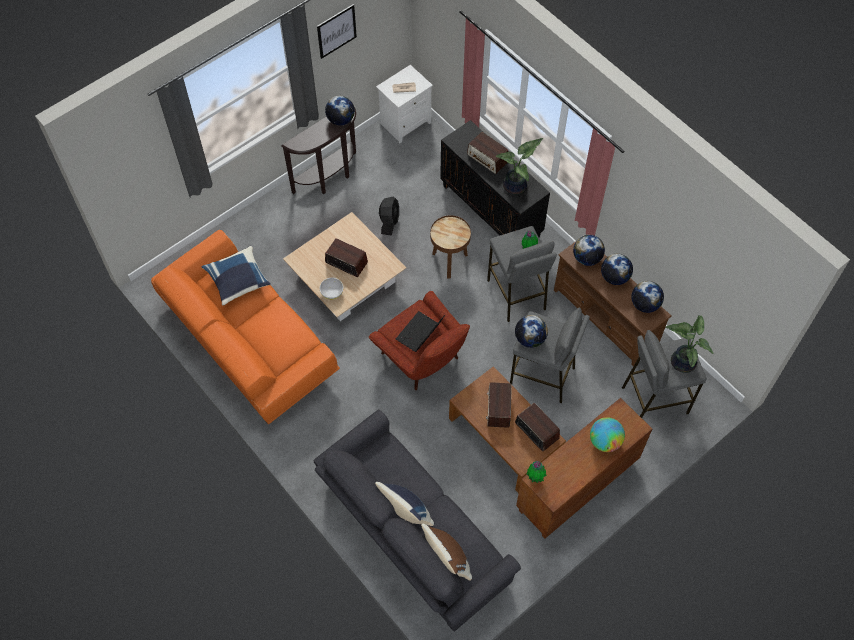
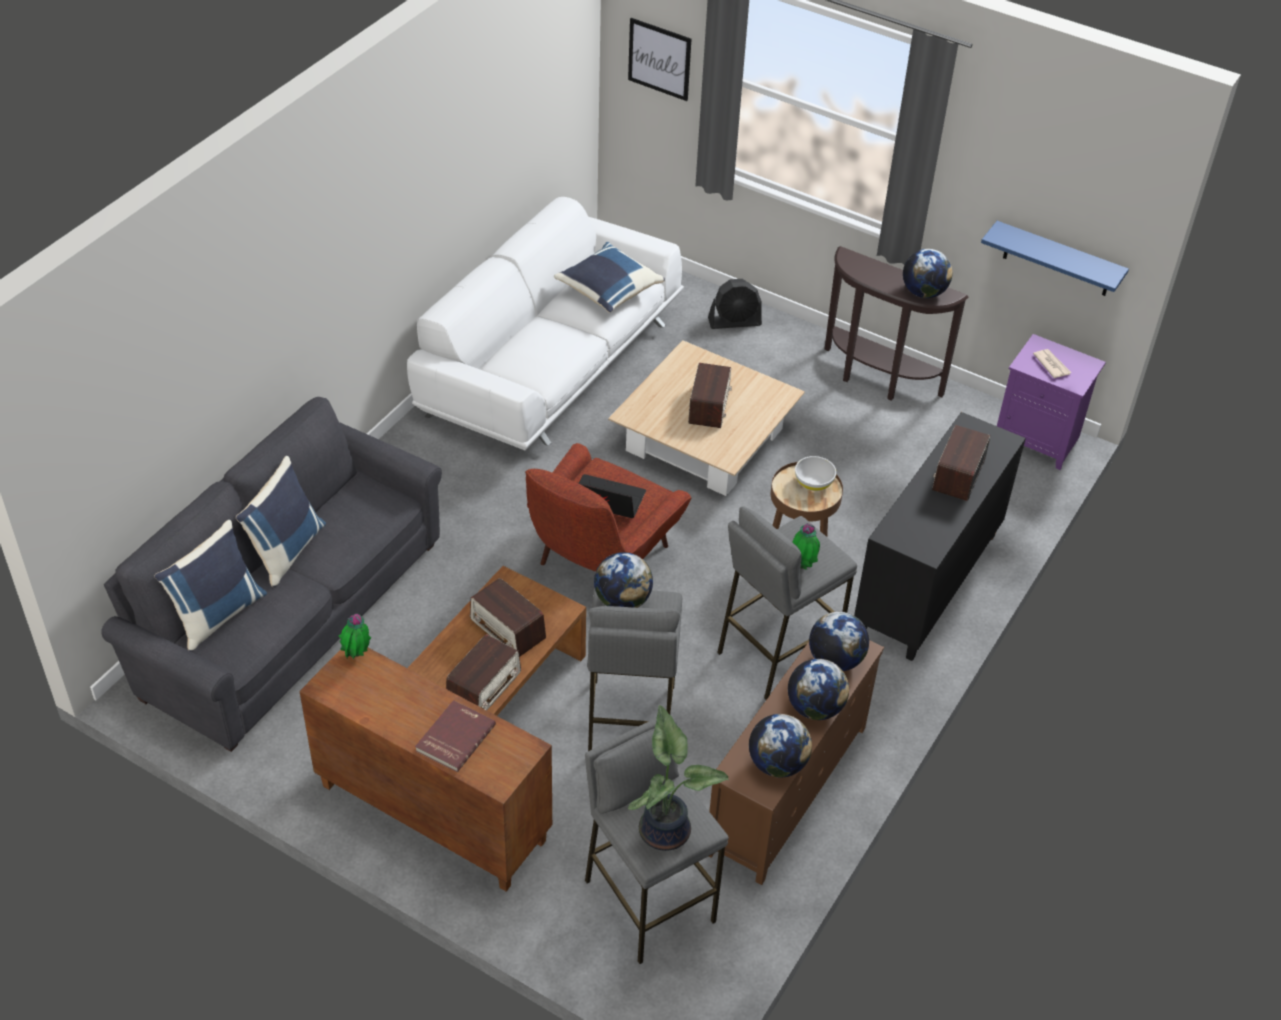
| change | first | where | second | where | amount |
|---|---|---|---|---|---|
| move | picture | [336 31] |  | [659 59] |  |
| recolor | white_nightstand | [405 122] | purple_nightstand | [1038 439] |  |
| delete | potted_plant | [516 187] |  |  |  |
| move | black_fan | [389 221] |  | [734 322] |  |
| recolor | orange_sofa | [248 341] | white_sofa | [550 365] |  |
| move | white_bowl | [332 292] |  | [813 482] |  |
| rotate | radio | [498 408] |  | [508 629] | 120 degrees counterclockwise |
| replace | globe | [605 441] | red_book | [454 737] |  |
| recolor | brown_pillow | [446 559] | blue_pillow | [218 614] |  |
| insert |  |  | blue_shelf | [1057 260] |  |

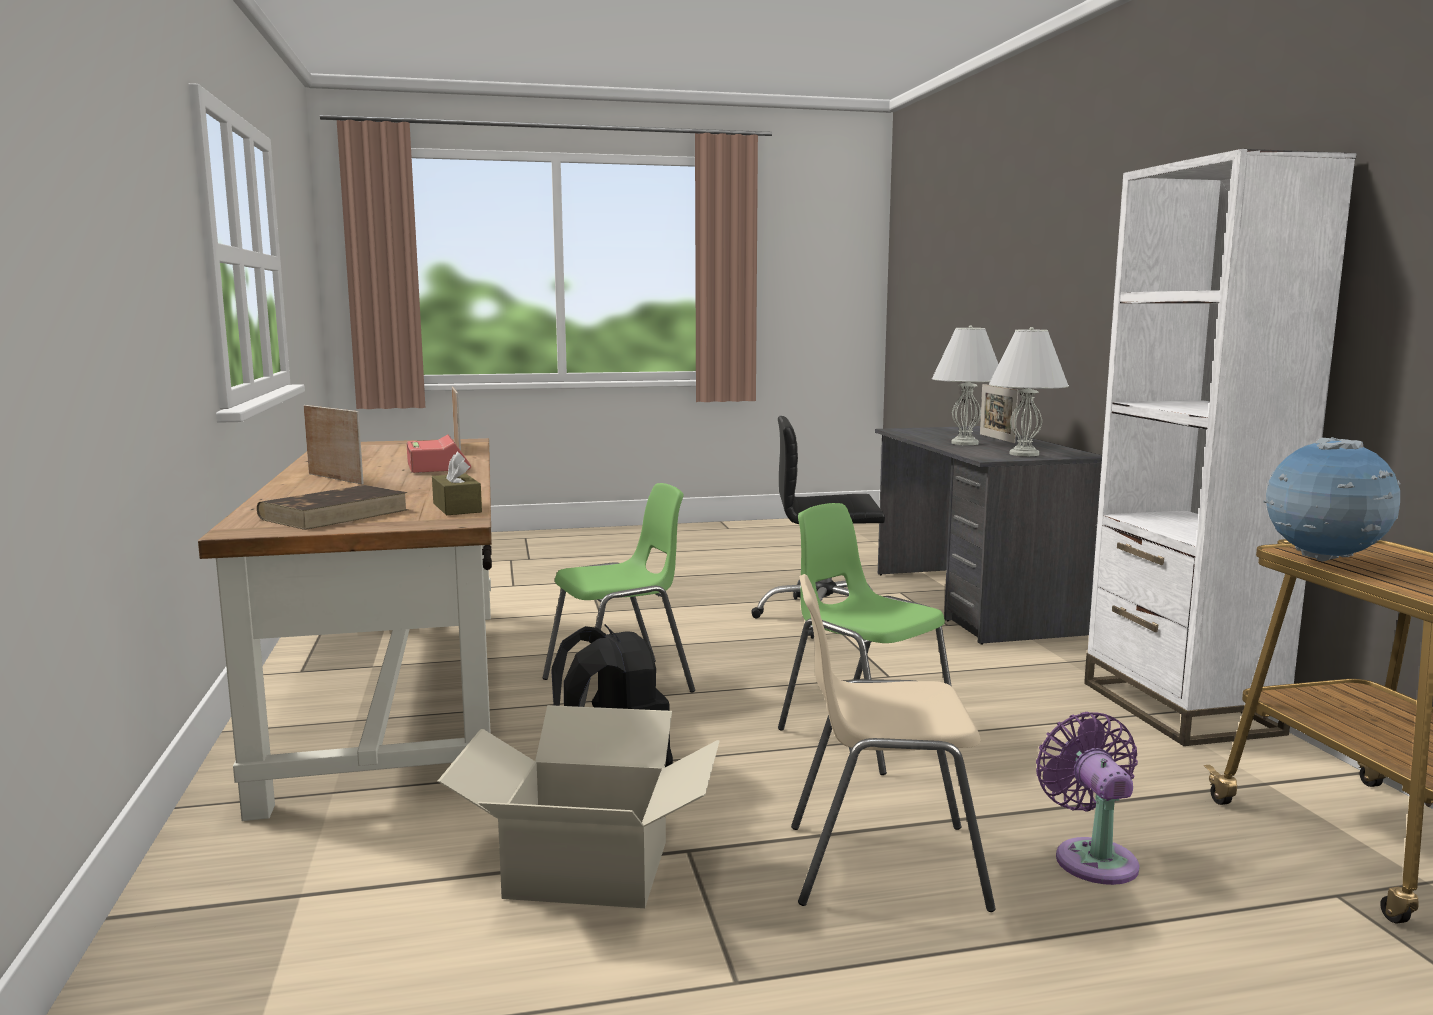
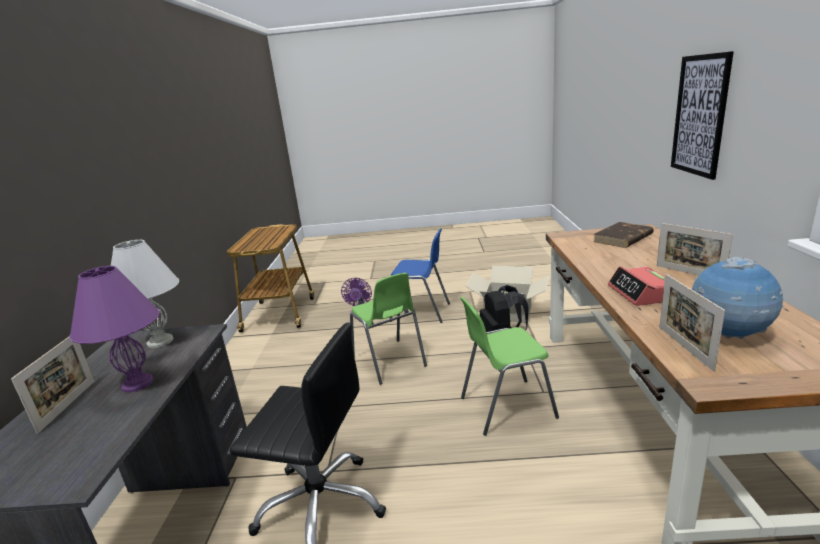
| change | first | where | second | where | amount |
|---|---|---|---|---|---|
| delete | white_bookcase | [1179 708] |  |  |  |
| recolor | white_table_lamp | [964 443] | purple_table_lamp | [137 384] |  |
| move | globe | [1323 561] |  | [728 335] |  |
| delete | brown_tissue_box | [457 508] |  |  |  |
| recolor | beige_chair | [882 864] | blue_chair | [421 312] |  |
| insert |  |  | picture | [700 115] |  |

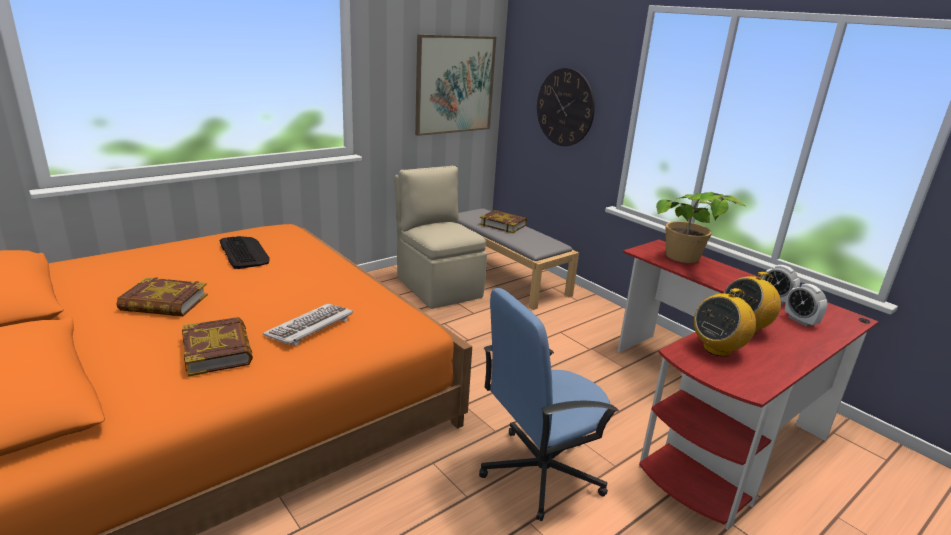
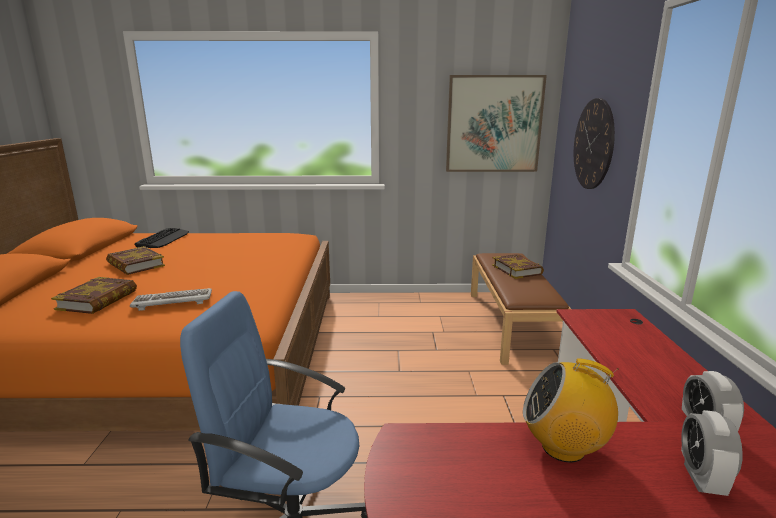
| change | first | where | second | where | amount |
|---|---|---|---|---|---|
| delete | beige_chair | [438 286] |  |  |  |
| delete | potted_plant | [687 263] |  |  |  |
| recolor | grey_bench | [504 275] | brown_bench | [512 324] |  |
| move | keyboard | [244 252] |  | [163 239] |  |
| delete | radio | [717 349] |  |  |  |

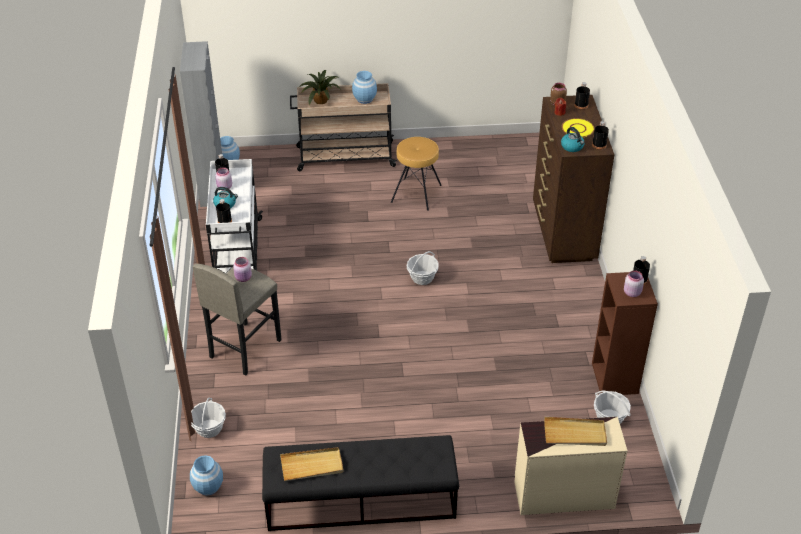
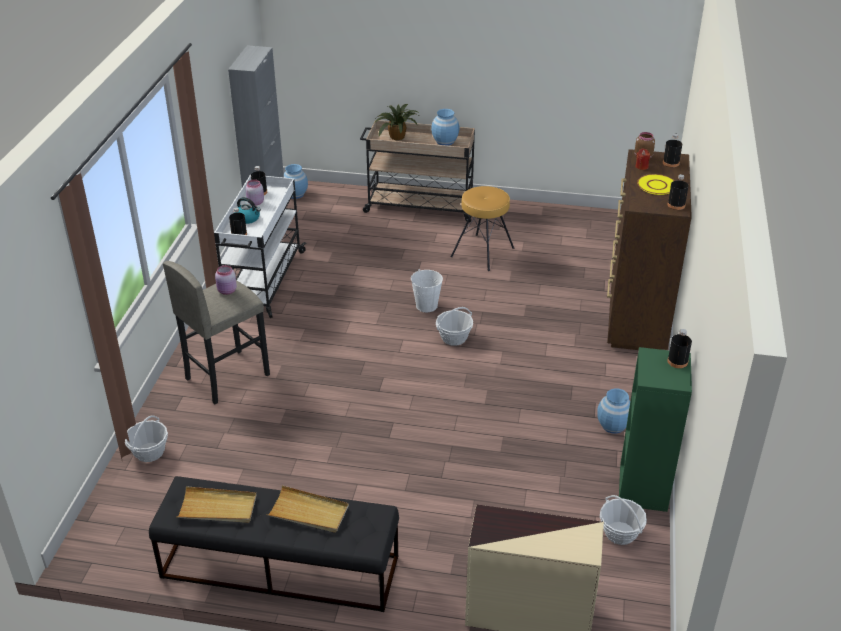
| change | first | where | second | where | amount |
|---|---|---|---|---|---|
| delete | kettle | [572 147] |  |  |  |
| delete | pink_jar | [632 292] |  |  |  |
| recolor | brown_bookcase | [615 378] | green_bookcase | [643 488] |  |
| move | beige_tray | [575 434] |  | [308 512] |  |
| move | blue_vase | [208 487] |  | [613 426] |  |
| insert |  |  | white_bucket | [426 305] |  |

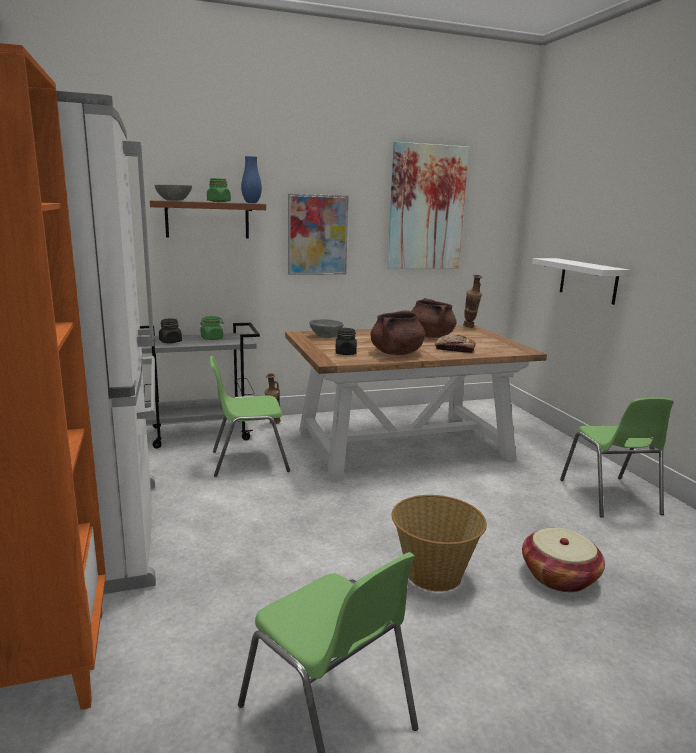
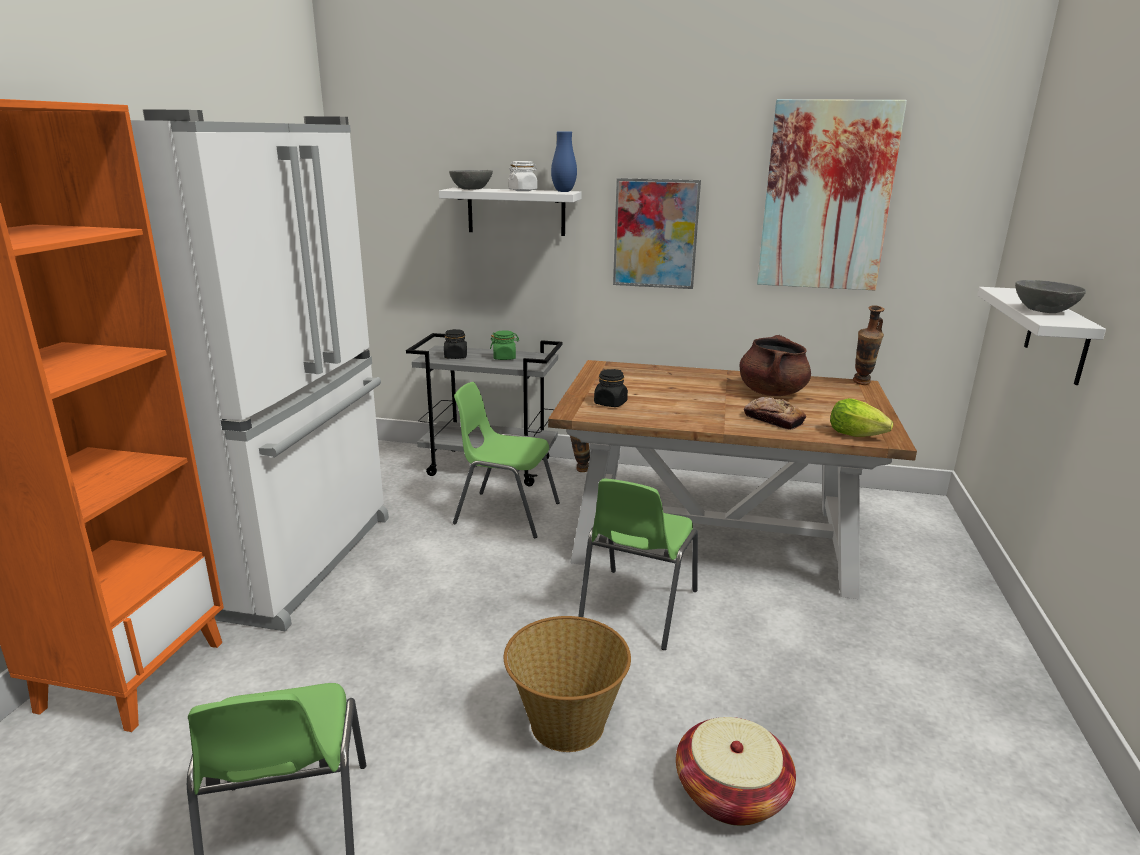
| change | first | where | second | where | amount |
|---|---|---|---|---|---|
| recolor | green_jar | [219 202] | white_jar | [523 190] |  |
| recolor | brown_shelf | [207 220] | white_shelf | [516 211] |  |
| delete | brown_cooking_pot | [396 353] |  |  |  |
| move | grey_bowl | [326 336] |  | [1044 310] |  |
| move | green_chair | [610 497] |  | [636 609] |  |
| insert |  |  | lettuce | [855 435] |  |

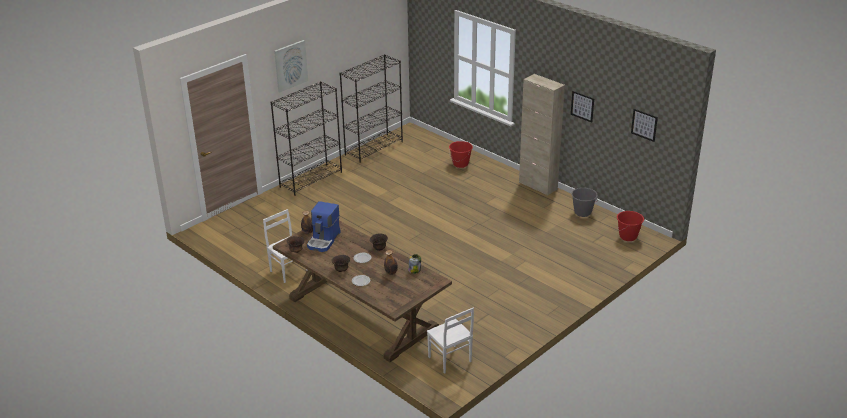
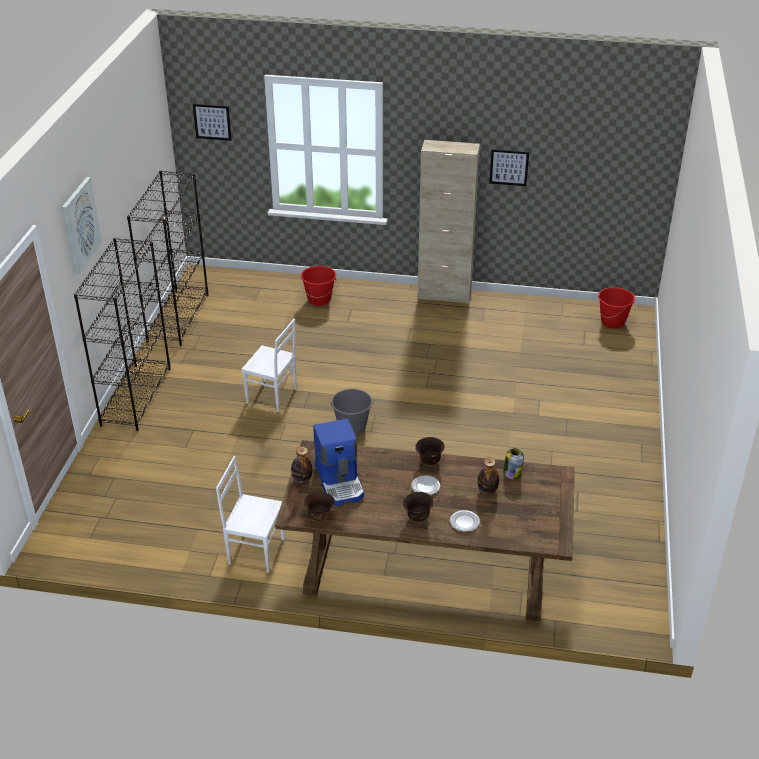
| change | first | where | second | where | amount |
|---|---|---|---|---|---|
| move | picture | [644 125] |  | [212 122] |  |
| move | grey_bucket | [582 212] |  | [352 428] |  |
| move | white_chair | [449 360] |  | [272 396] |  |

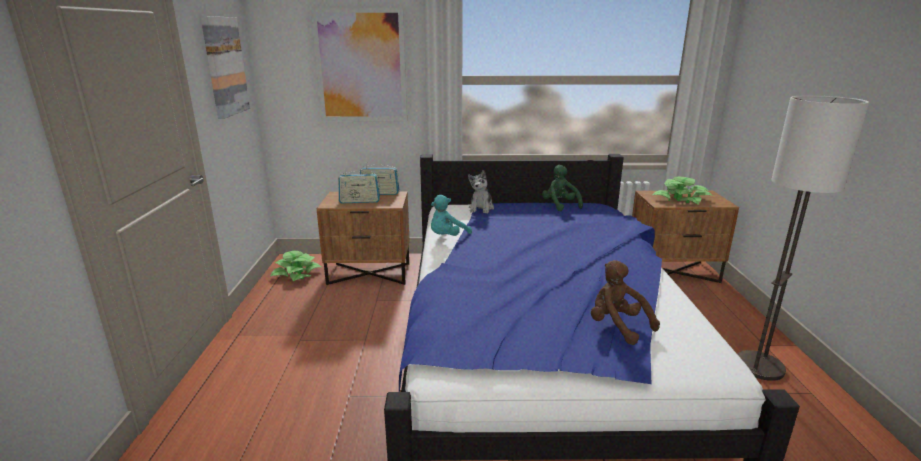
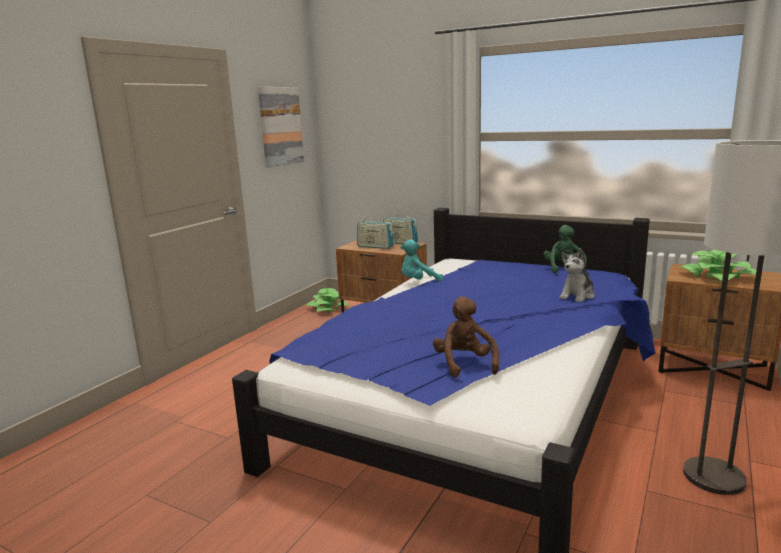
| change | first | where | second | where | amount |
|---|---|---|---|---|---|
| delete | picture | [361 66] |  |  |  |
| move | plush_toy | [481 208] |  | [577 296] |  |

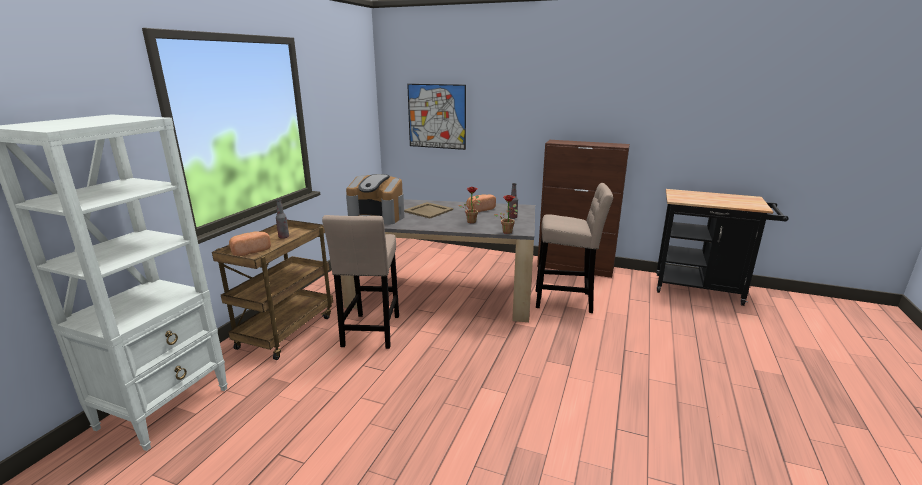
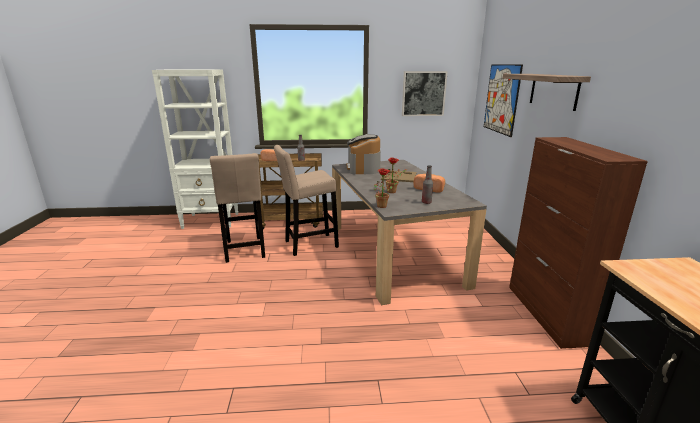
| change | first | where | second | where | amount |
|---|---|---|---|---|---|
| move | beige_stool | [567 301] |  | [244 251] |  |
| insert |  |  | picture | [423 93] |  |
| insert |  |  | shelf | [553 90] |  |

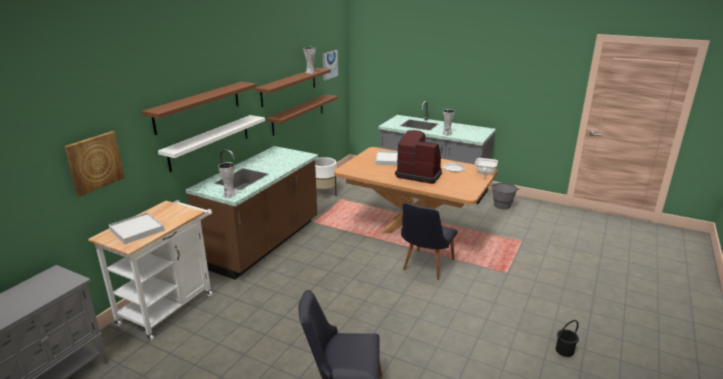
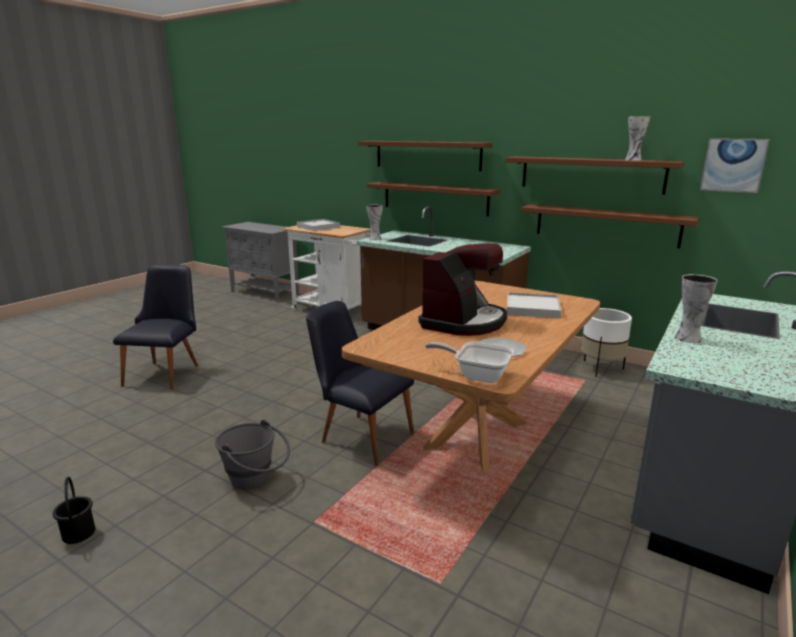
| change | first | where | second | where | amount |
|---|---|---|---|---|---|
| recolor | white_shelf | [210 142] | brown_shelf | [435 198] |  |
| delete | picture | [94 162] |  |  |  |
| move | grey_bucket | [502 204] |  | [256 480] |  |

